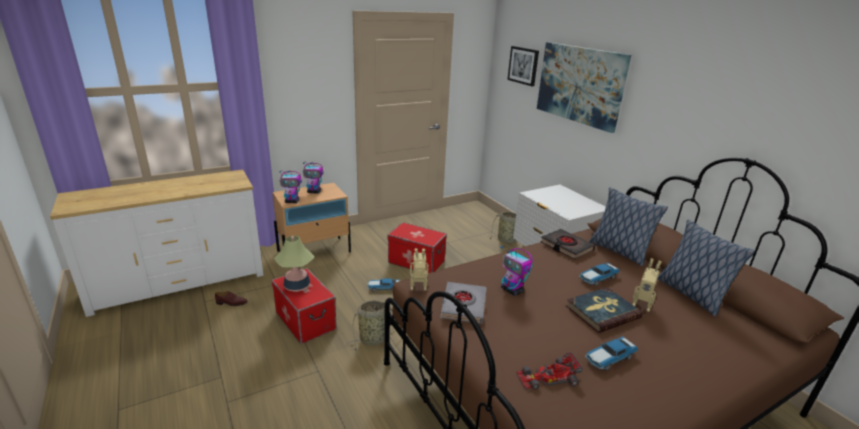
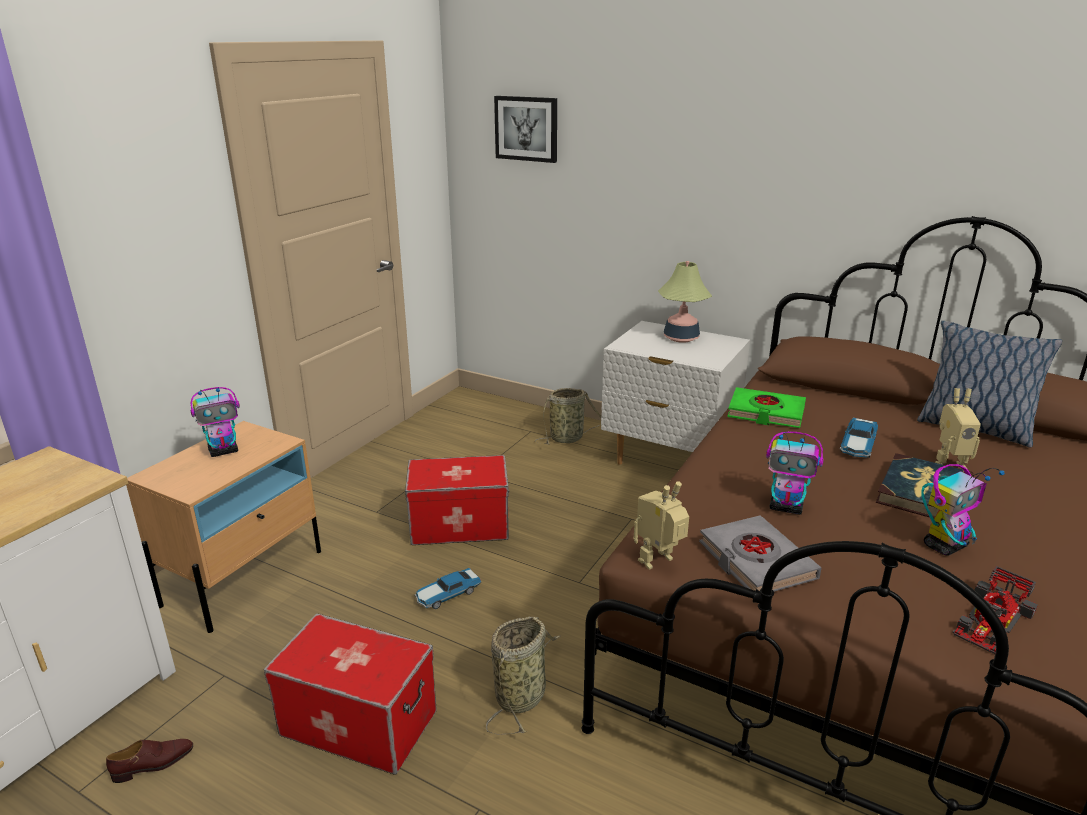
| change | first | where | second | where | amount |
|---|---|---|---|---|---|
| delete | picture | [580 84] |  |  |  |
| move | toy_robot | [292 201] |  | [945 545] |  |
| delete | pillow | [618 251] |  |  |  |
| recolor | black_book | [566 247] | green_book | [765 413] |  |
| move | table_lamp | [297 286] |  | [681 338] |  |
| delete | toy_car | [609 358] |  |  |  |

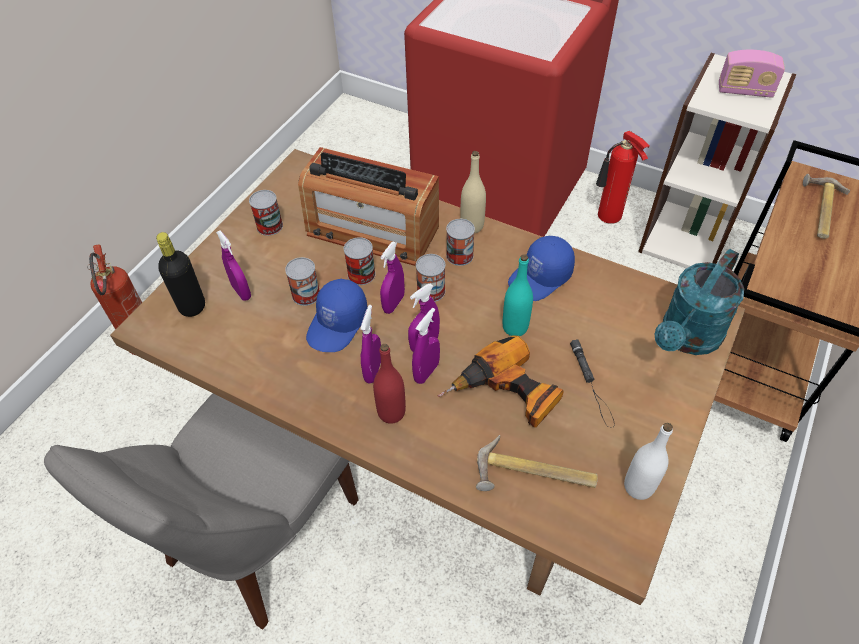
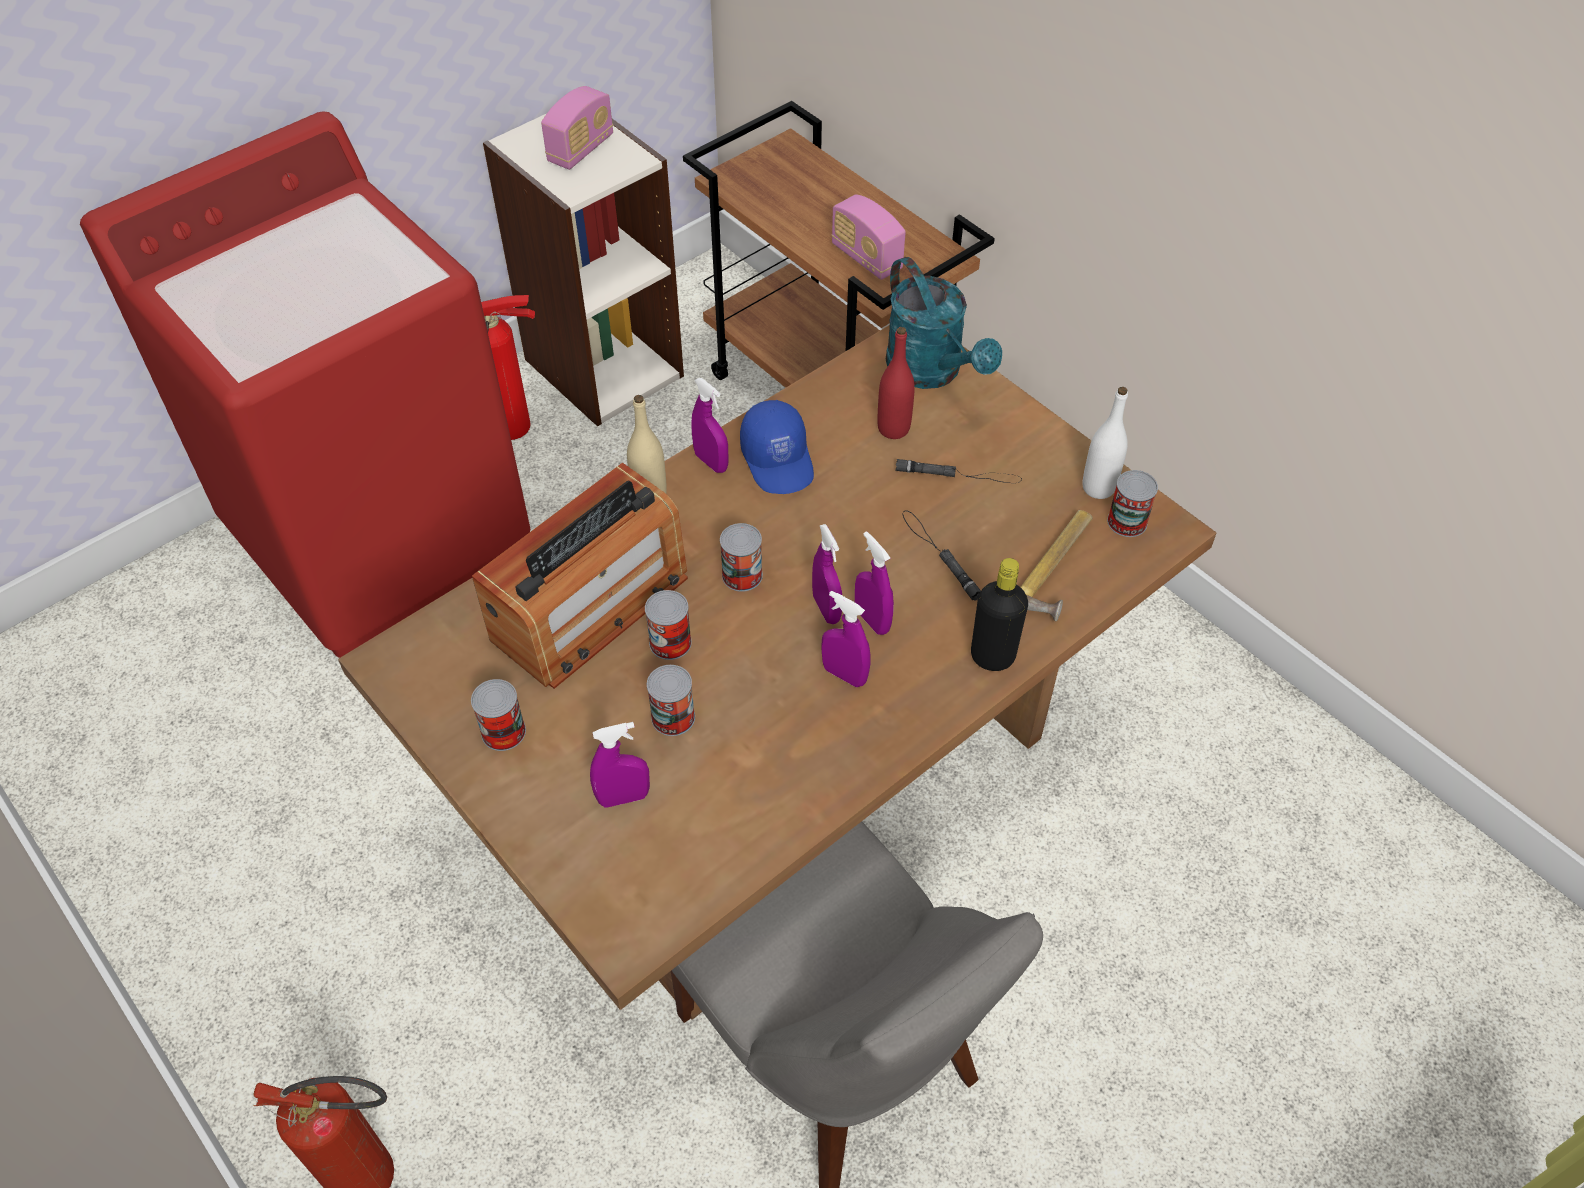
| change | first | where | second | where | amount |
|---|---|---|---|---|---|
| delete | hammer | [819 210] |  |  |  |
| move | can | [459 255] |  | [1127 522] |  |
| move | black_bottle | [192 306] |  | [992 656] |  |
| move | purple_spray_bottle | [393 303] |  | [711 462] |  |
| delete | turquoise_bottle | [515 327] |  |  |  |
| delete | blue_cap | [338 324] |  |  |  |
| replace | power_drill | [506 395] | black_flashlight | [939 555] |  |
| move | red_bottle | [391 412] |  | [893 428] |  |
| insert |  |  | radio | [866 258] |  |

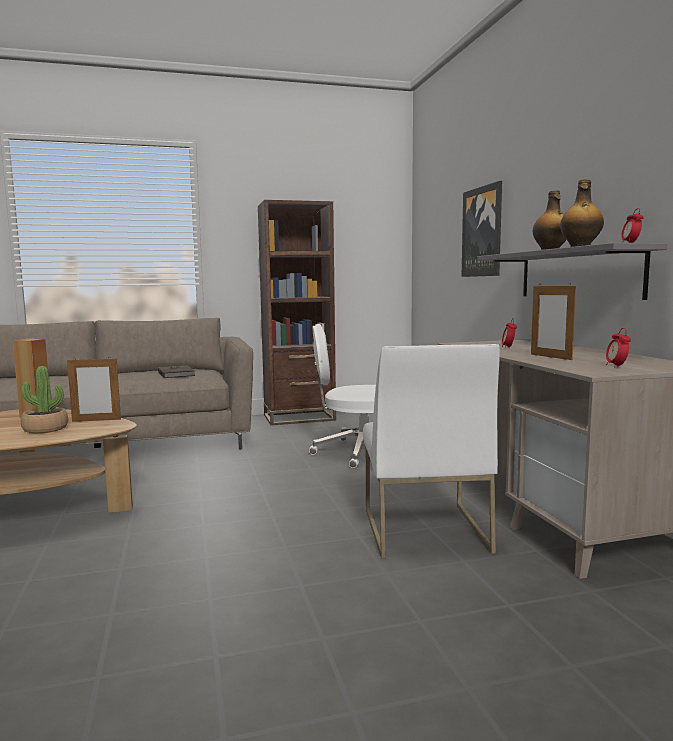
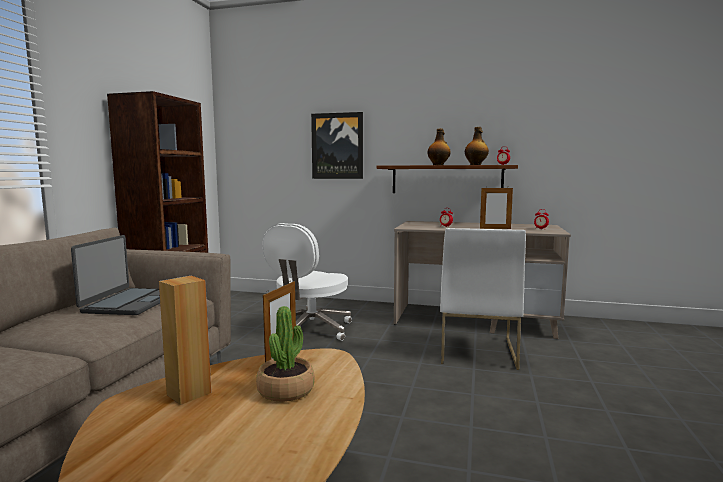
| change | first | where | second | where | amount |
|---|---|---|---|---|---|
| recolor | grey_shelf | [577 274] | brown_shelf | [446 179] |  |
| rotate | white_chair | [423 529] |  | [476 350] | 75 degrees clockwise |
| replace | brown_book | [177 374] | laptop | [131 303] |  |

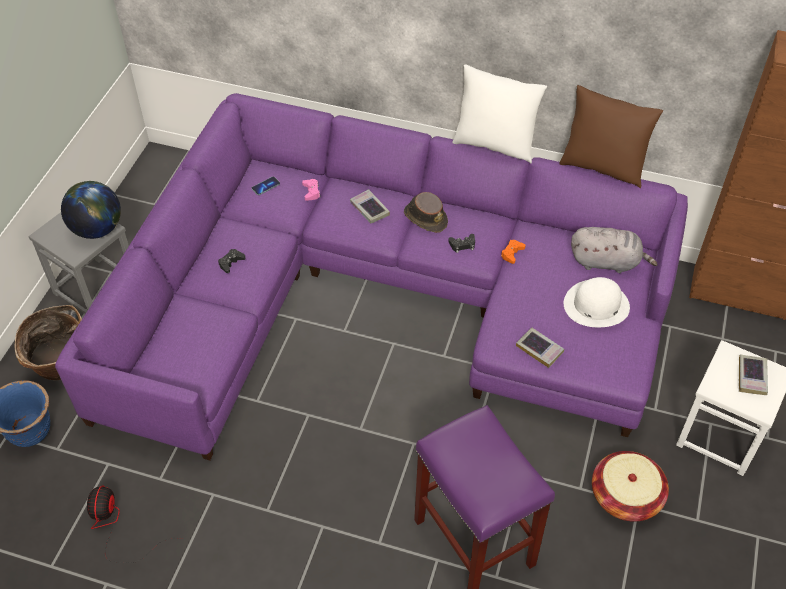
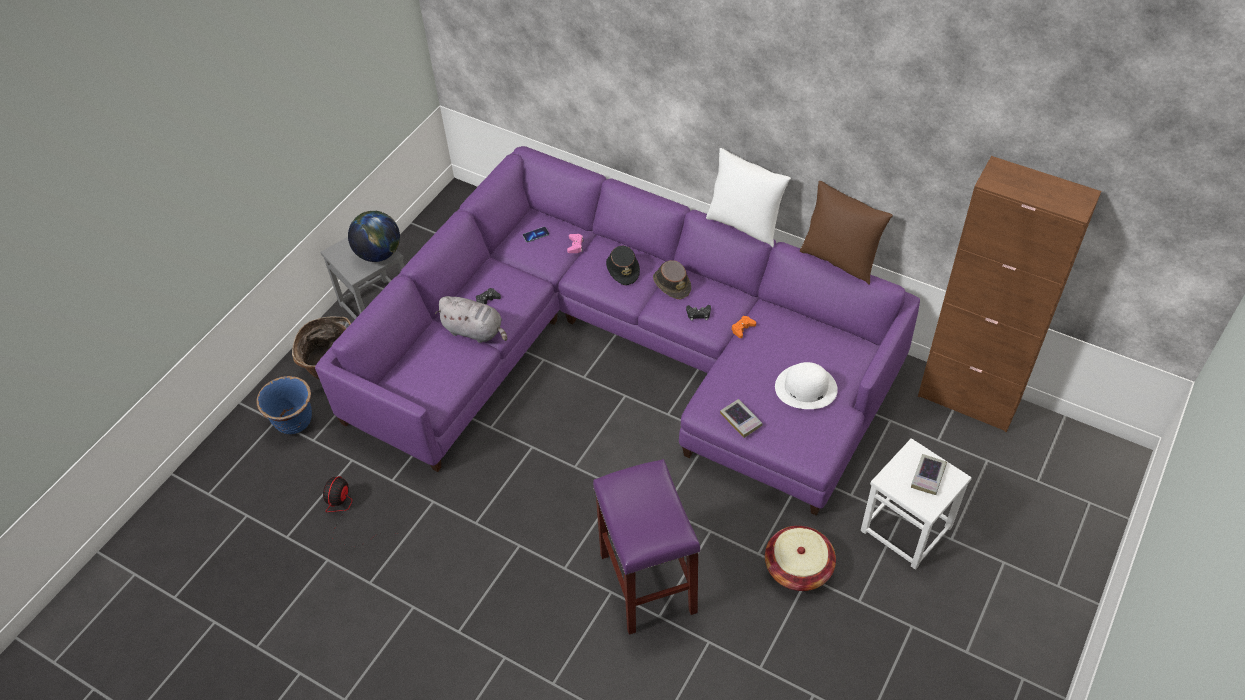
| change | first | where | second | where | amount |
|---|---|---|---|---|---|
| replace | book | [369 209] | black_hat | [623 269] |  |
| move | grey_plush_toy | [607 262] |  | [475 331] |  |

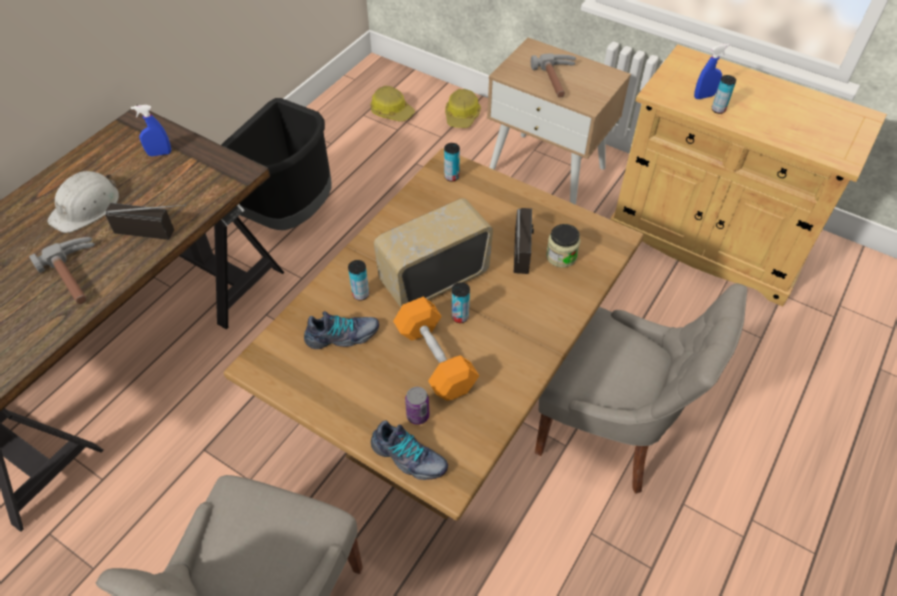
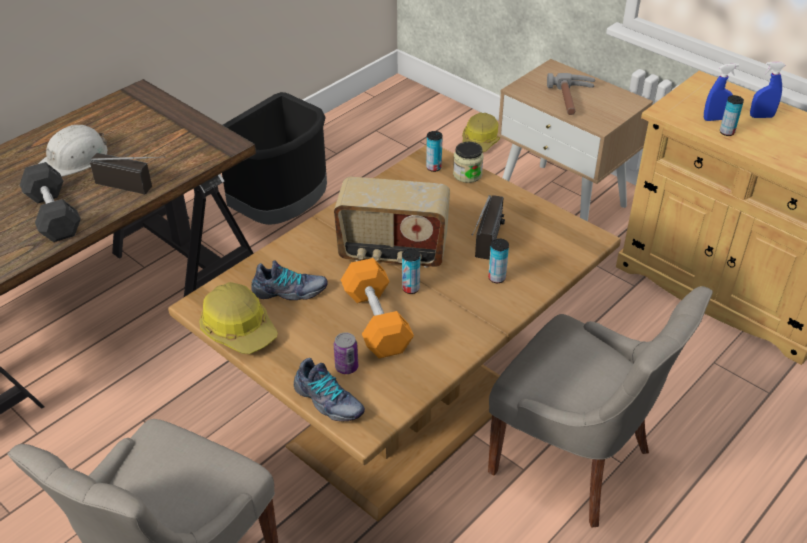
| change | first | where | second | where | amount |
|---|---|---|---|---|---|
| move | hard_hat | [392 111] |  | [239 329] |  |
| move | blue_spray_bottle | [159 153] |  | [761 116] |  |
| rotate | radio | [433 278] |  | [393 252] | 150 degrees counterclockwise |
| move | jar | [561 256] |  | [467 174] |  |
| replace | hammer | [78 276] | grey_dumbbell | [53 215] |  |
| move | can | [360 294] |  | [496 278] |  |

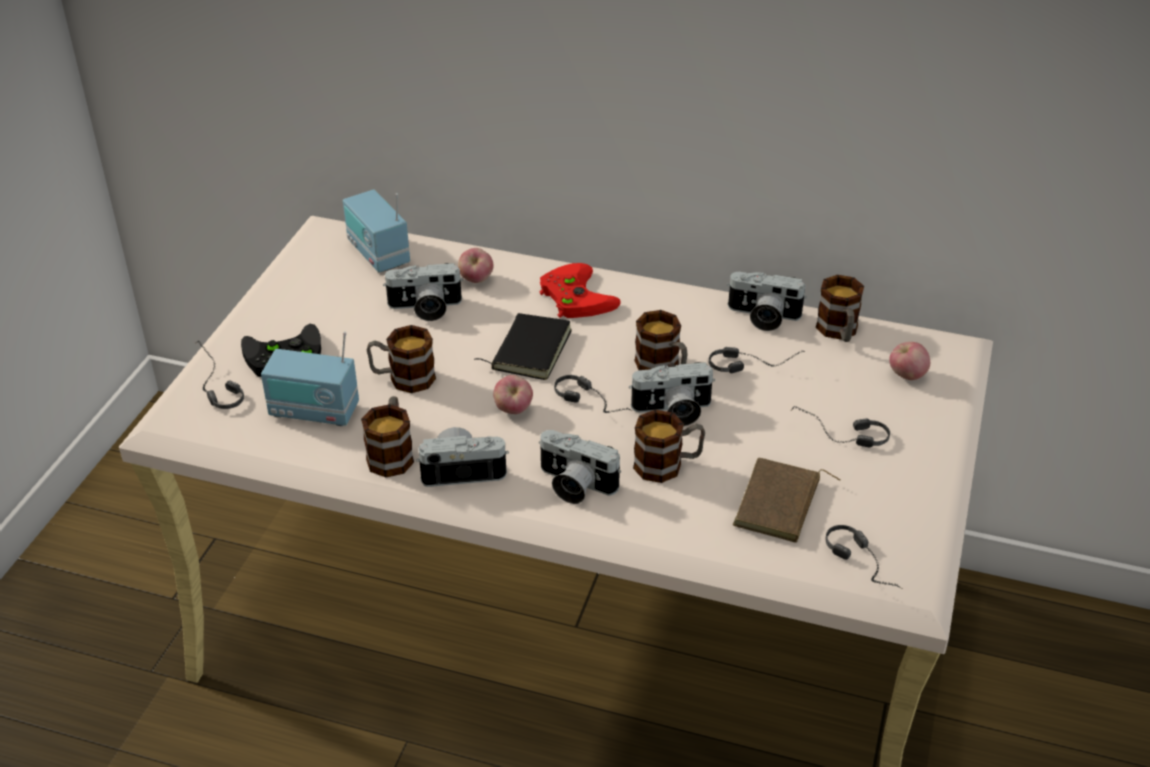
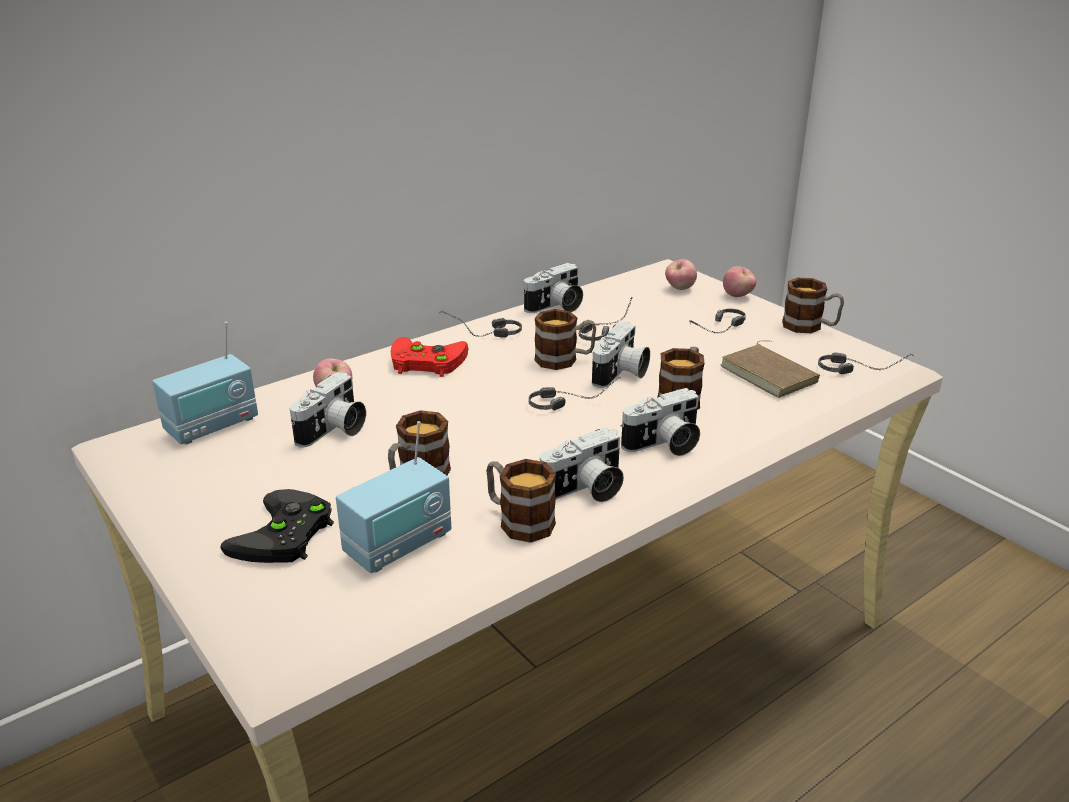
| change | first | where | second | where | amount |
|---|---|---|---|---|---|
| rotate | radio | [377 254] |  | [212 426] | 45 degrees counterclockwise |
| move | mug | [839 332] |  | [810 327] |  |
| delete | black_book | [529 349] |  |  |  |
| move | headphones | [212 386] |  | [480 333] |  |
| move | apple | [513 410] |  | [738 296] |  |
| rotate | photo_camera | [463 469] |  | [586 490] | 150 degrees counterclockwise |

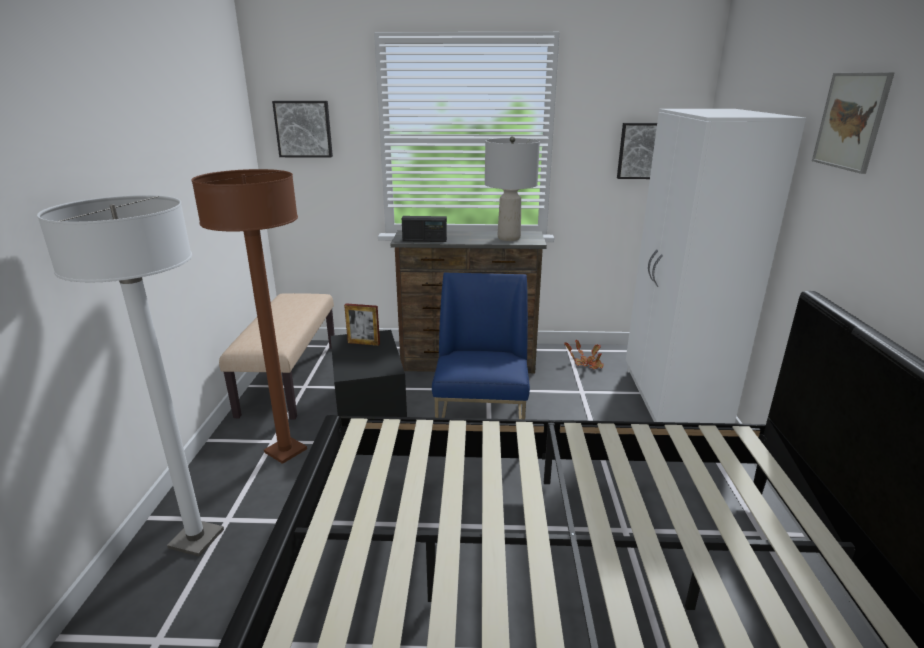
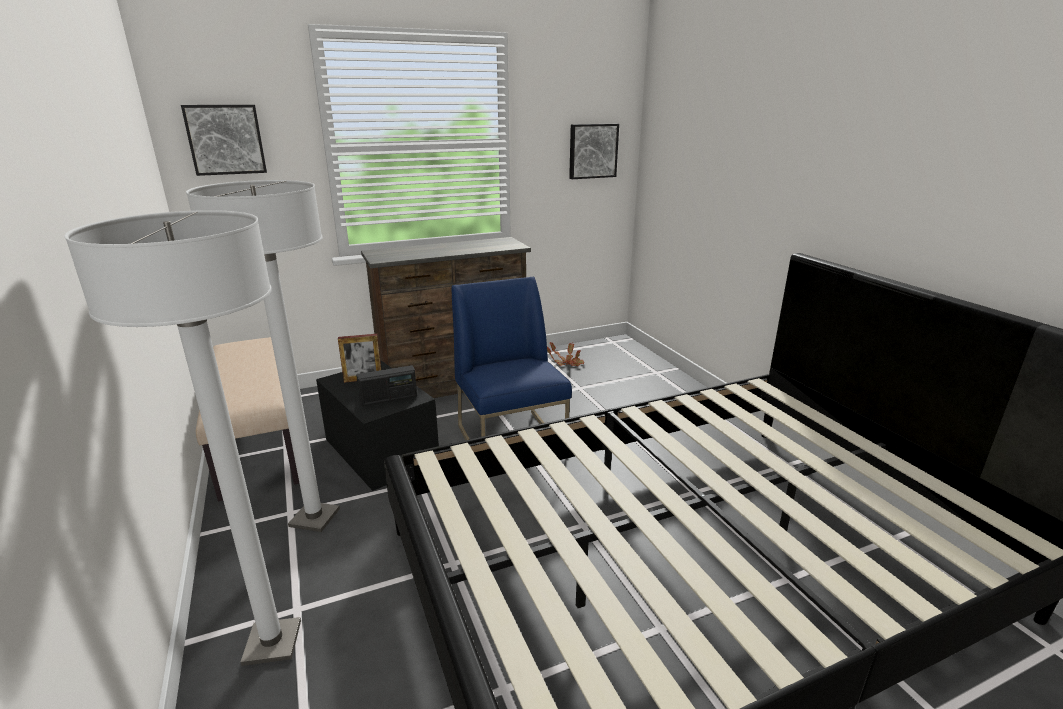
| change | first | where | second | where | amount |
|---|---|---|---|---|---|
| delete | picture | [851 121] |  |  |  |
| delete | white_wardrobe | [672 401] |  |  |  |
| delete | grey_table_lamp | [508 238] |  |  |  |
| recolor | brown_floor_lamp | [285 451] | white_floor_lamp | [314 518] |  |
| move | radio | [424 240] |  | [388 399] |  |

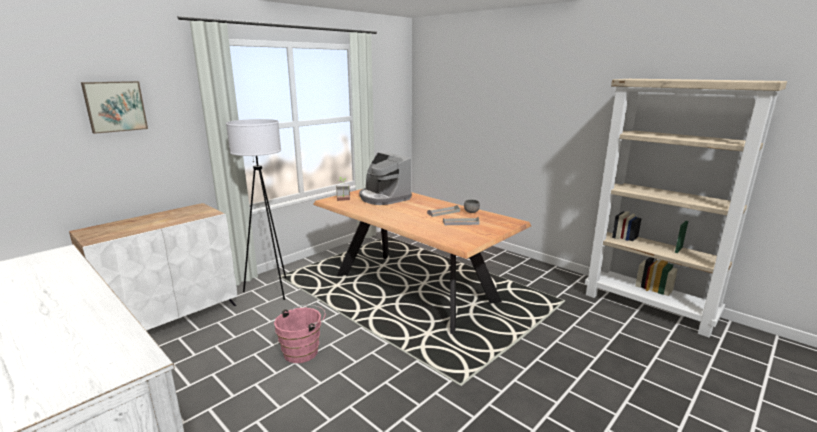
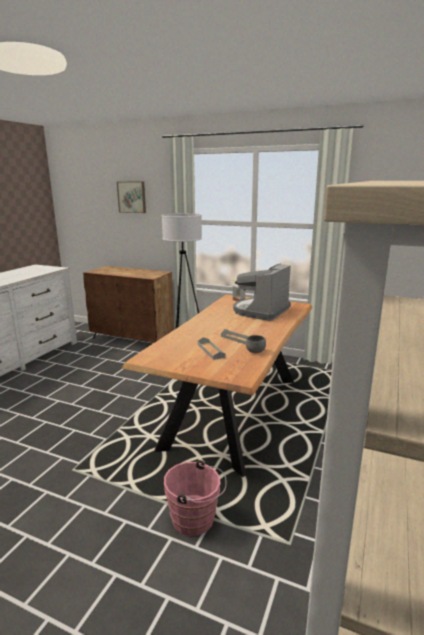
| change | first | where | second | where | amount |
|---|---|---|---|---|---|
| recolor | white_cabinet | [171 318] | brown_cabinet | [133 338] |  |
| move | pink_bucket | [303 351] |  | [196 520] |  |

